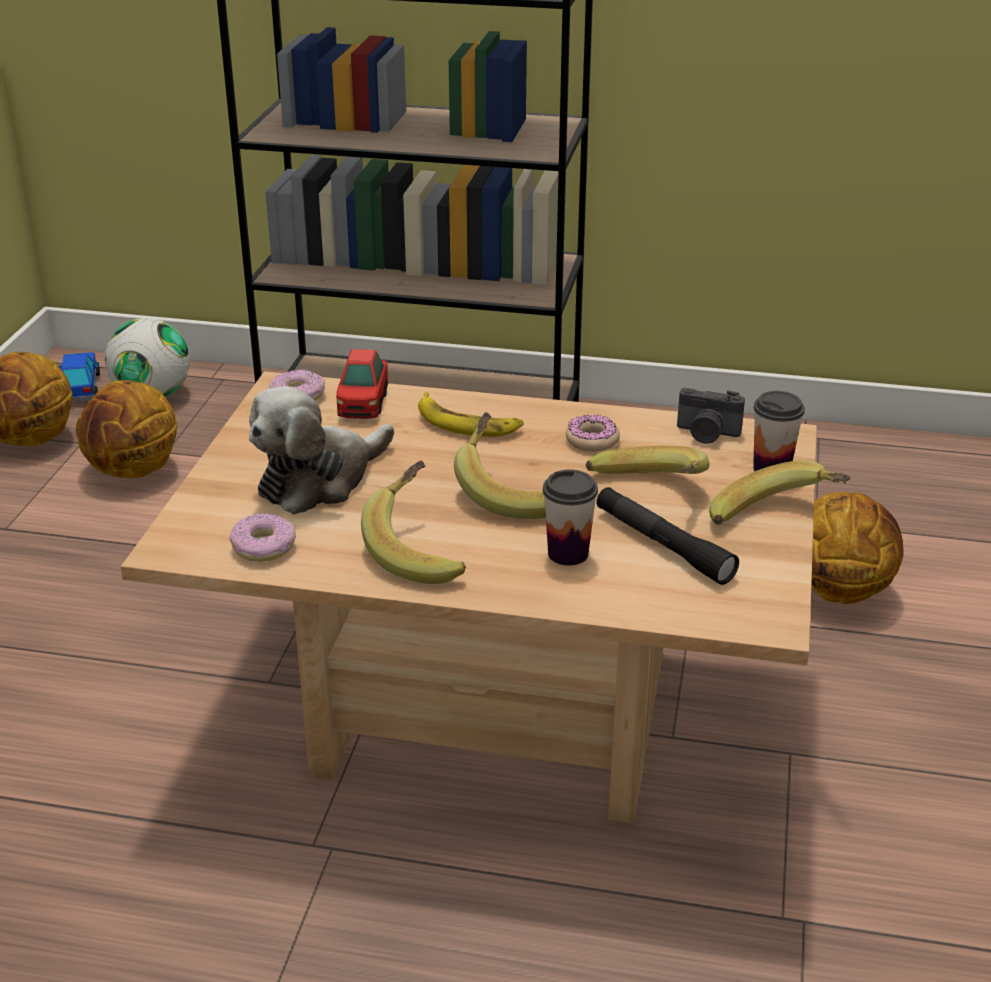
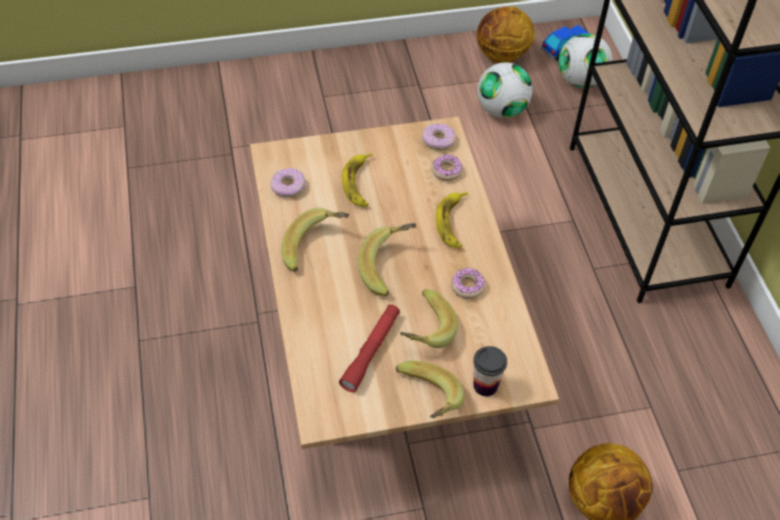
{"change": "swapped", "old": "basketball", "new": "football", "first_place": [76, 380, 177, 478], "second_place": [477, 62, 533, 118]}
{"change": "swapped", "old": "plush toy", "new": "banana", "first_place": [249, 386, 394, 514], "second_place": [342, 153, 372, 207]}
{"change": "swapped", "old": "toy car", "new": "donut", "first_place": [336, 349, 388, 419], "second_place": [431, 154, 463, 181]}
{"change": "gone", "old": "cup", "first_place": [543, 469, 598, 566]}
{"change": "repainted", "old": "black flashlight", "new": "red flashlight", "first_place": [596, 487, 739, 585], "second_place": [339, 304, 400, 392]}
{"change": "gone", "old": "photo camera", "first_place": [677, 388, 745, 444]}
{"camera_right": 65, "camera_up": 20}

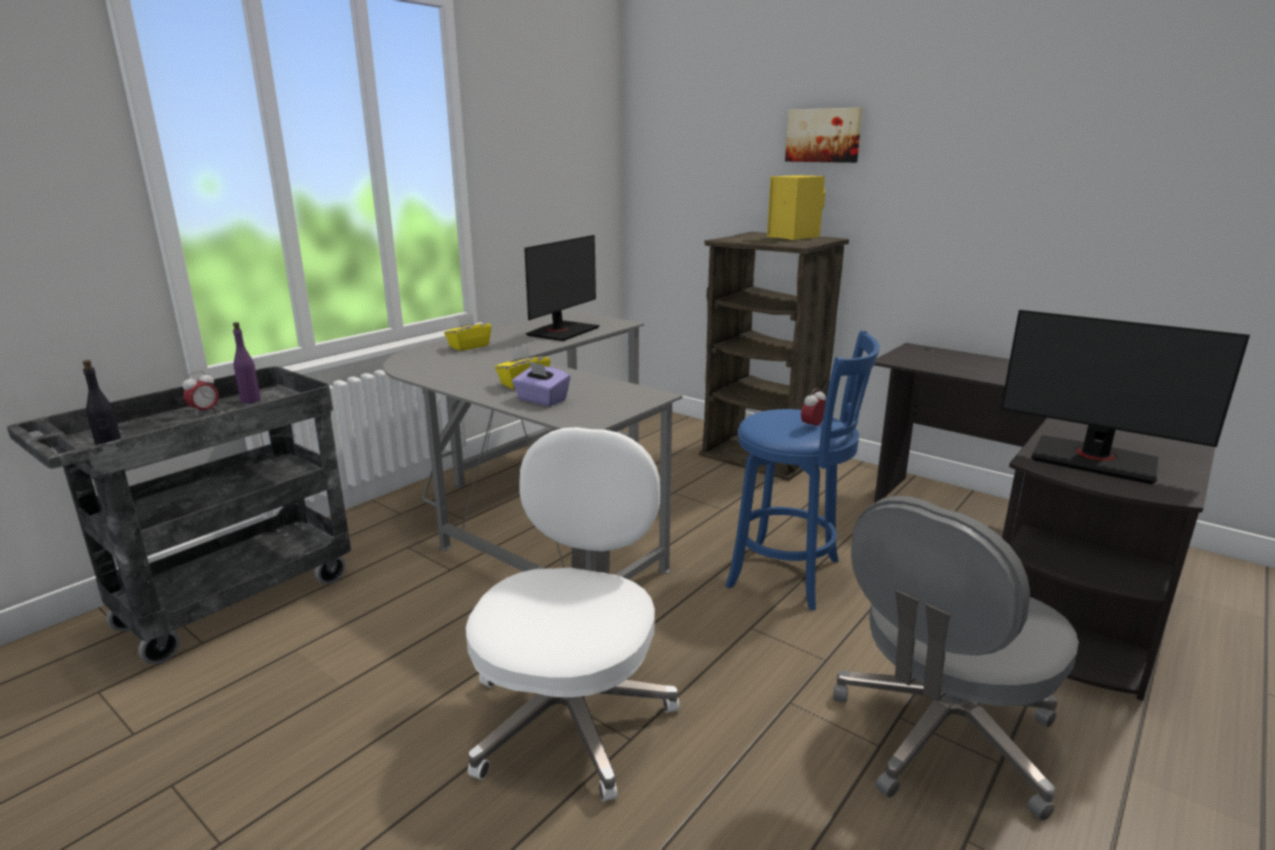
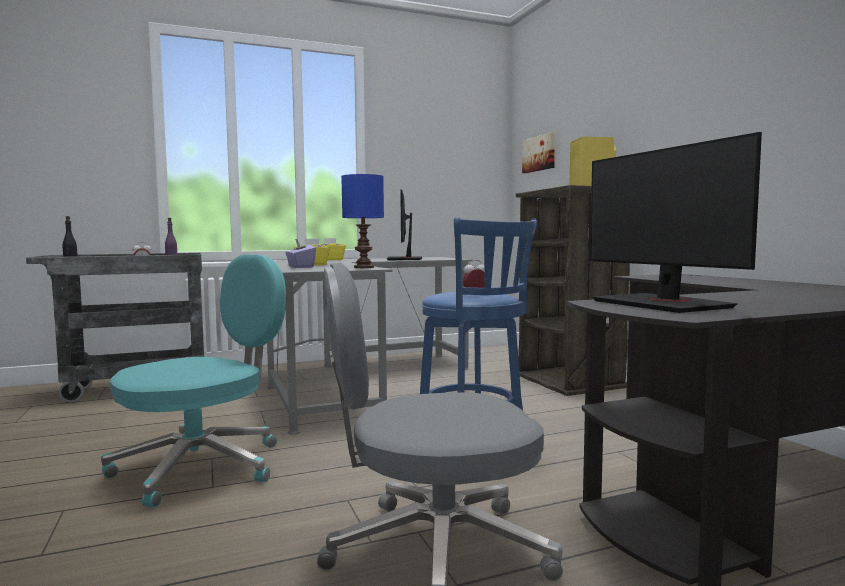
{"change": "repainted", "old": "white office chair", "new": "turquoise office chair", "first_place": [466, 427, 680, 801], "second_place": [101, 254, 286, 507]}
{"change": "rotated", "old": "monitor", "first_place": [524, 235, 600, 341], "second_place": [386, 190, 423, 260], "degrees": 120}
{"change": "shifted", "old": "picture", "first_place": [785, 108, 863, 163], "second_place": [522, 132, 555, 173]}
{"change": "new", "new": "blue table lamp", "second_place": [341, 174, 384, 268]}
{"camera_right": 30, "camera_up": -15}

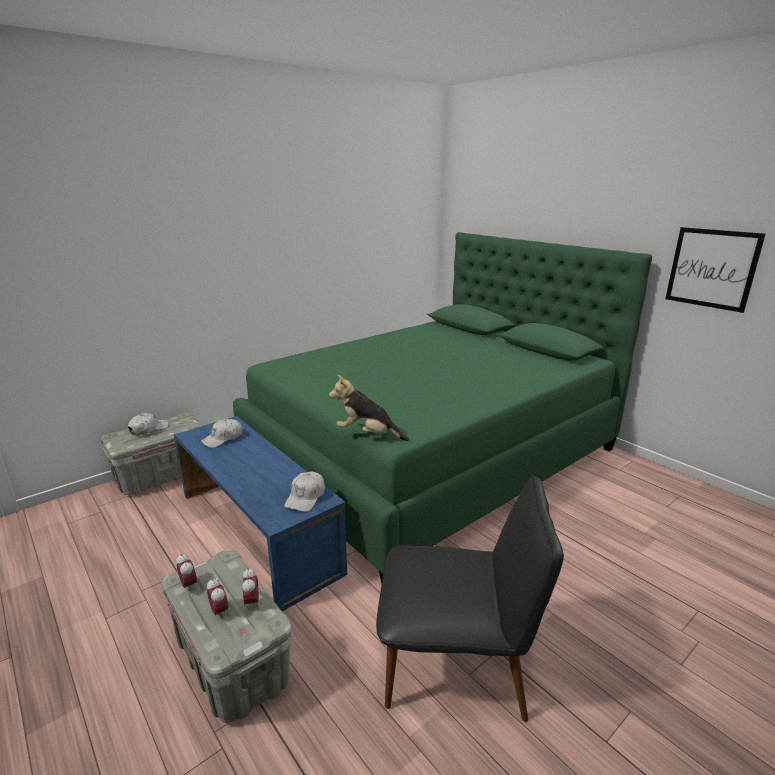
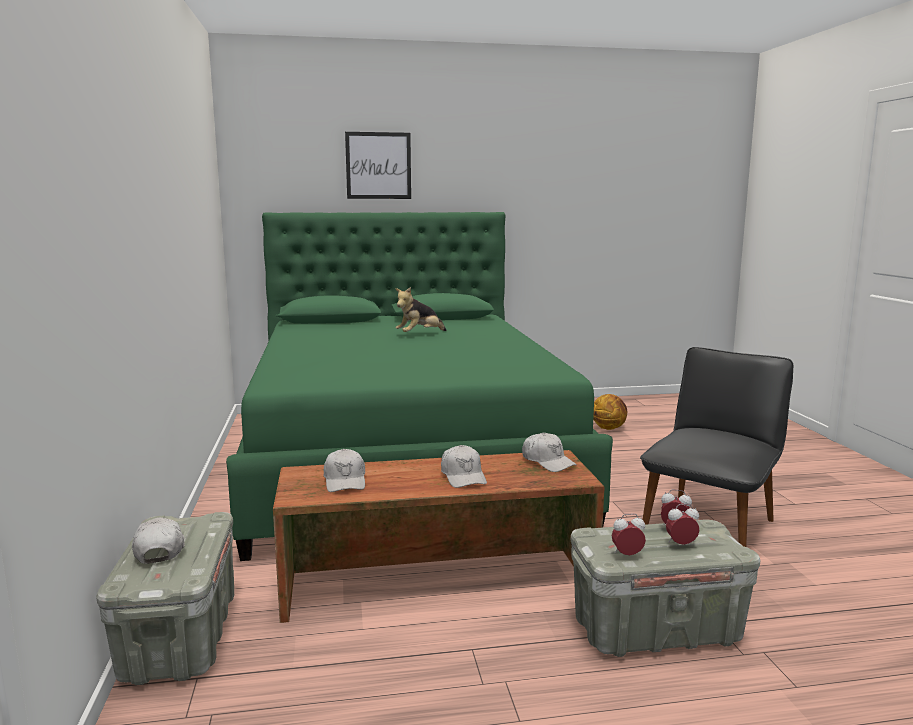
{"change": "repainted", "old": "blue bench", "new": "brown bench", "first_place": [174, 416, 347, 611], "second_place": [273, 450, 605, 623]}
{"change": "shifted", "old": "plush toy", "first_place": [329, 375, 409, 441], "second_place": [395, 287, 446, 332]}
{"change": "shifted", "old": "picture", "first_place": [665, 227, 766, 313], "second_place": [345, 132, 411, 199]}
{"change": "new", "new": "white cap", "second_place": [441, 445, 487, 488]}
{"change": "new", "new": "basketball", "second_place": [593, 394, 627, 430]}
{"camera_right": -60, "camera_up": -10}

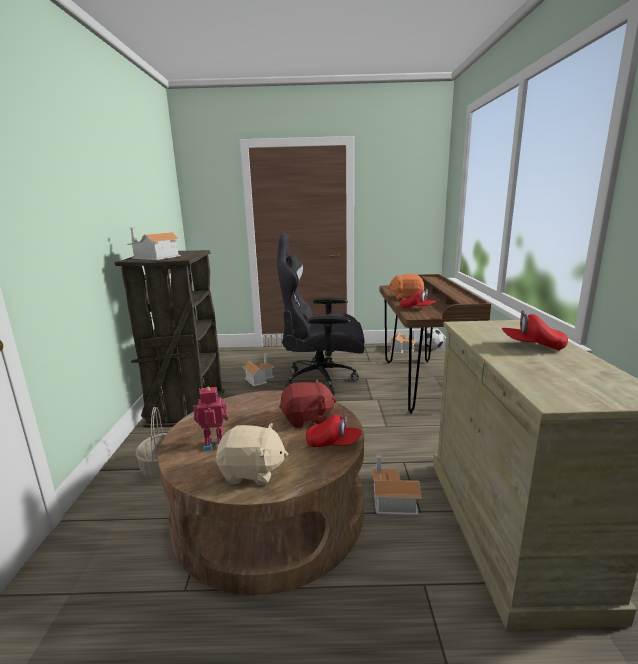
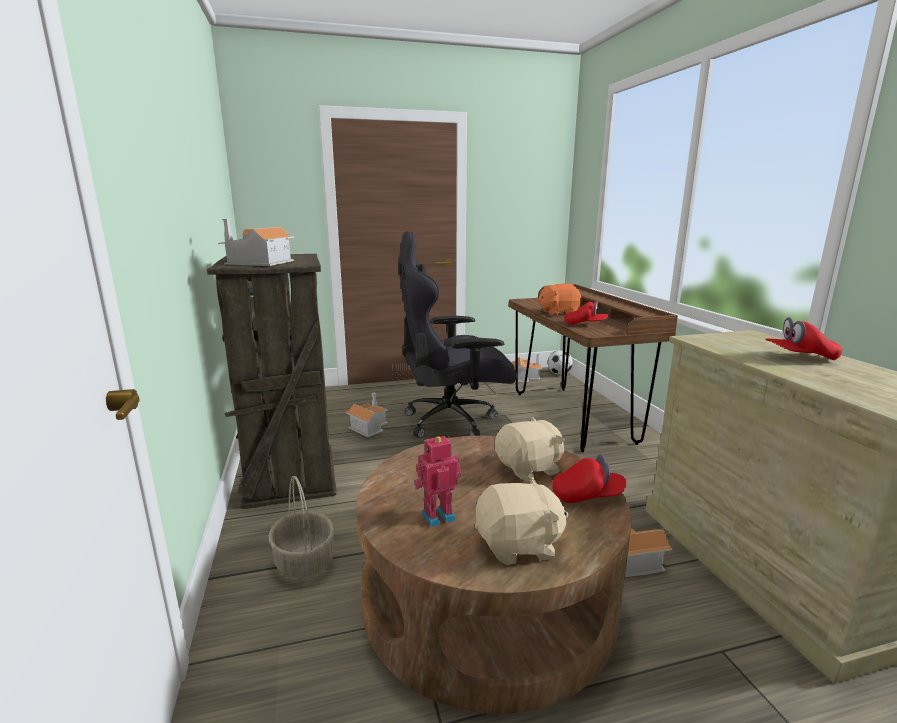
{"change": "repainted", "old": "red plush toy", "new": "beige plush toy", "first_place": [279, 379, 337, 428], "second_place": [495, 417, 565, 482]}
{"camera_right": -15, "camera_up": 0}

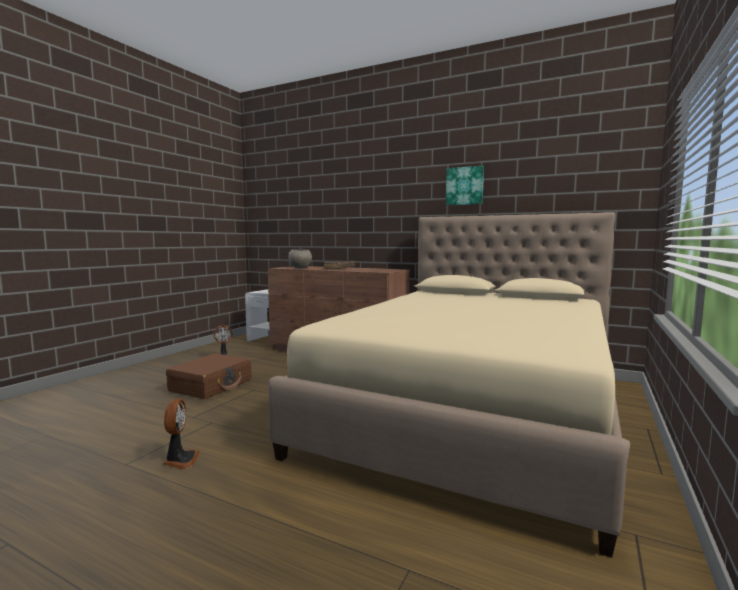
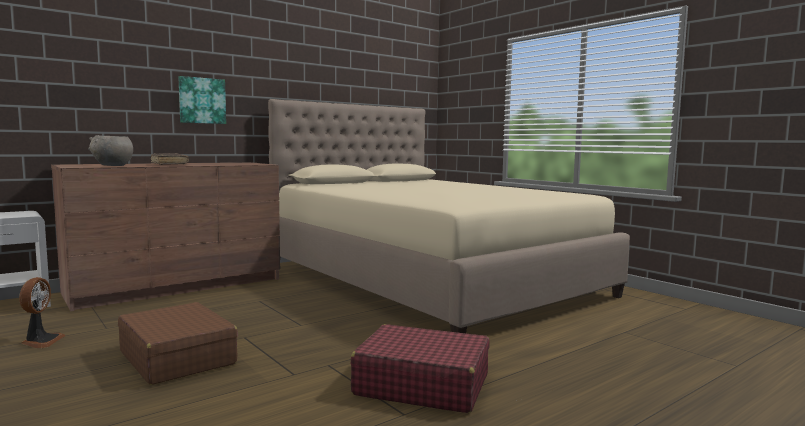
{"change": "swapped", "old": "fan", "new": "red suitcase", "first_place": [163, 399, 200, 469], "second_place": [351, 324, 490, 413]}
{"change": "shifted", "old": "picture", "first_place": [446, 165, 484, 205], "second_place": [178, 76, 226, 124]}
{"camera_right": -65, "camera_up": 0}

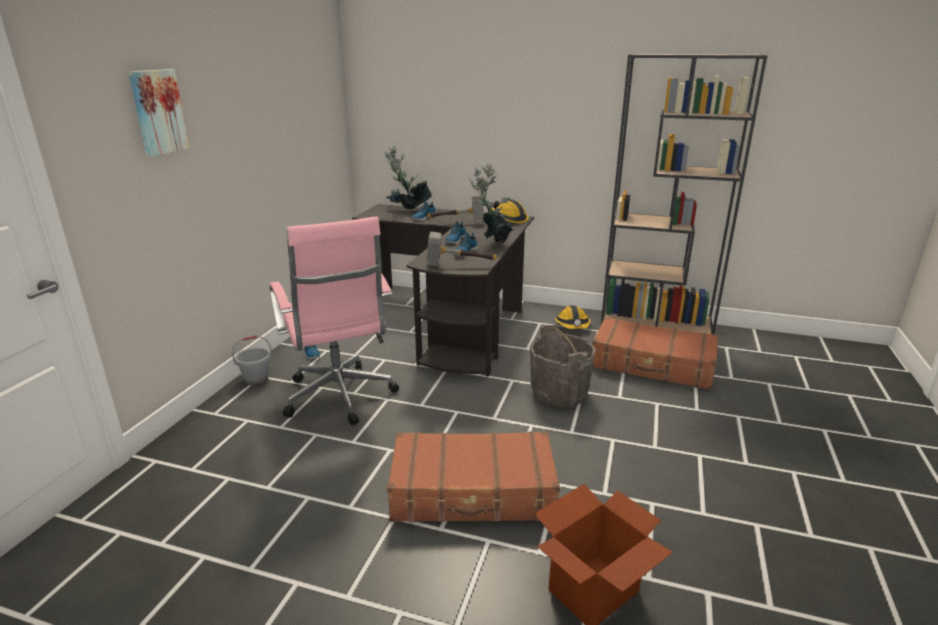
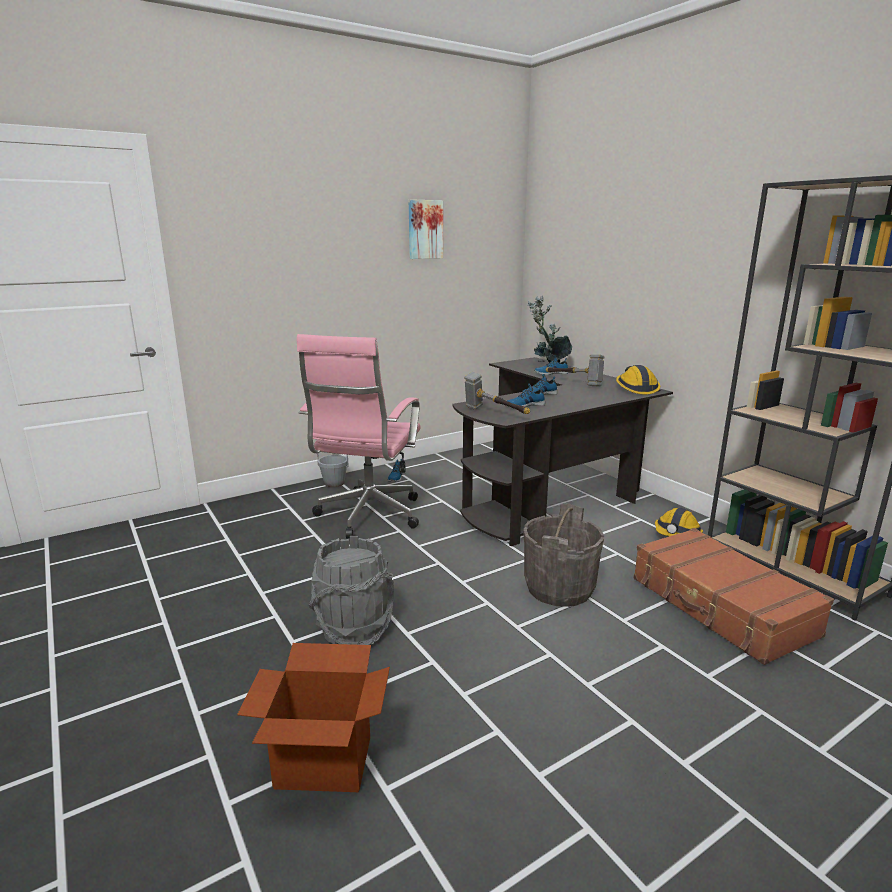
{"change": "shifted", "old": "picture", "first_place": [128, 69, 190, 156], "second_place": [409, 199, 443, 259]}
{"change": "swapped", "old": "brown suitcase", "new": "grey bucket", "first_place": [387, 431, 560, 522], "second_place": [309, 536, 394, 645]}
{"change": "gone", "old": "potted plant", "first_place": [469, 164, 514, 243]}
{"camera_right": 40, "camera_up": -5}

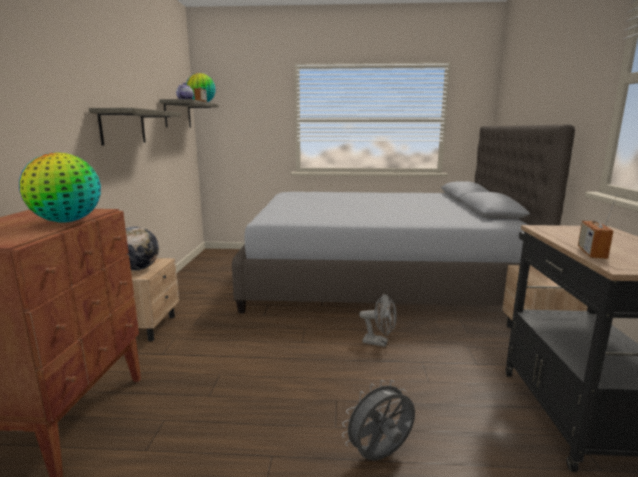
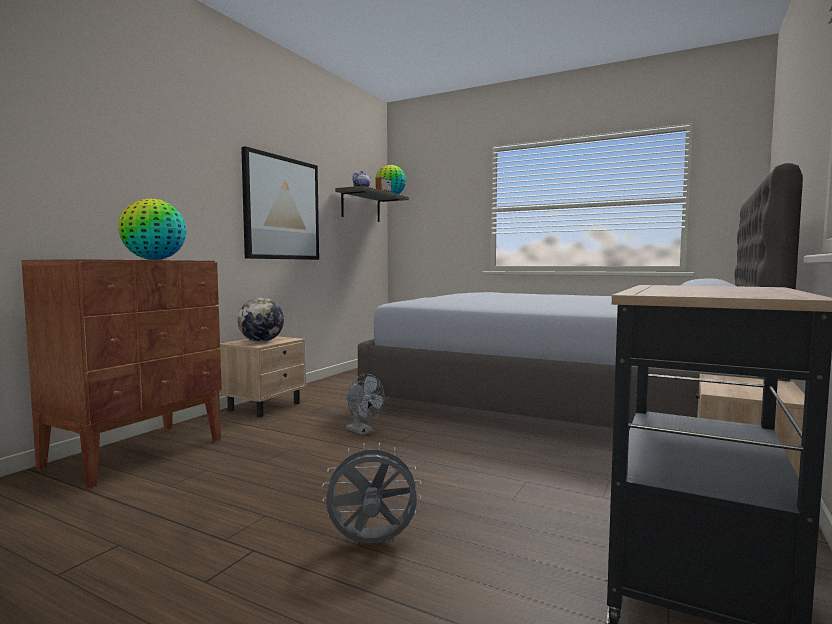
{"change": "swapped", "old": "shelf", "new": "picture", "first_place": [89, 108, 182, 146], "second_place": [241, 146, 319, 260]}
{"change": "shifted", "old": "grey fan", "first_place": [359, 294, 397, 347], "second_place": [346, 374, 385, 435]}
{"change": "gone", "old": "radio", "first_place": [578, 195, 617, 259]}
{"camera_right": 25, "camera_up": -10}

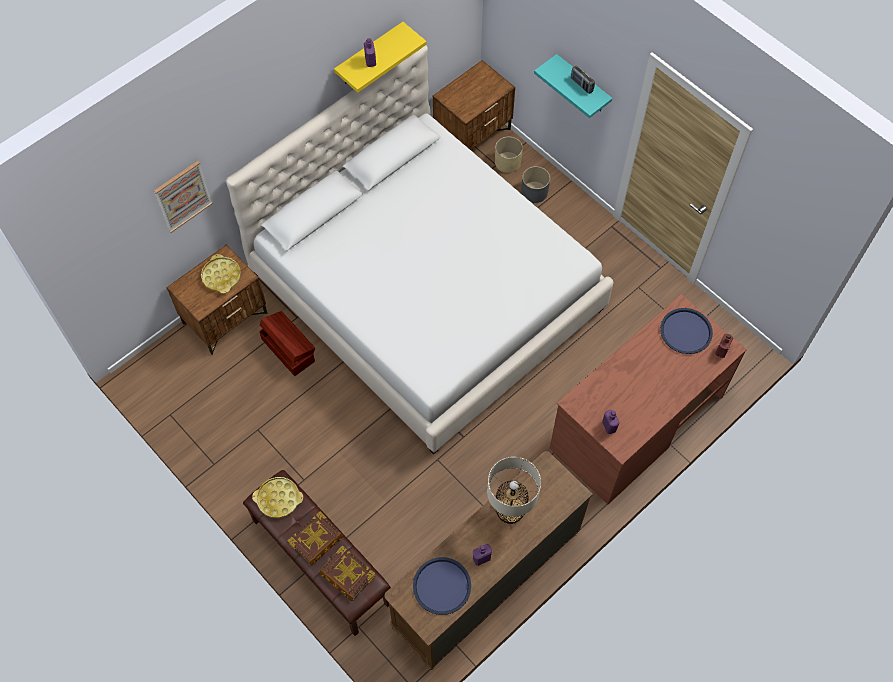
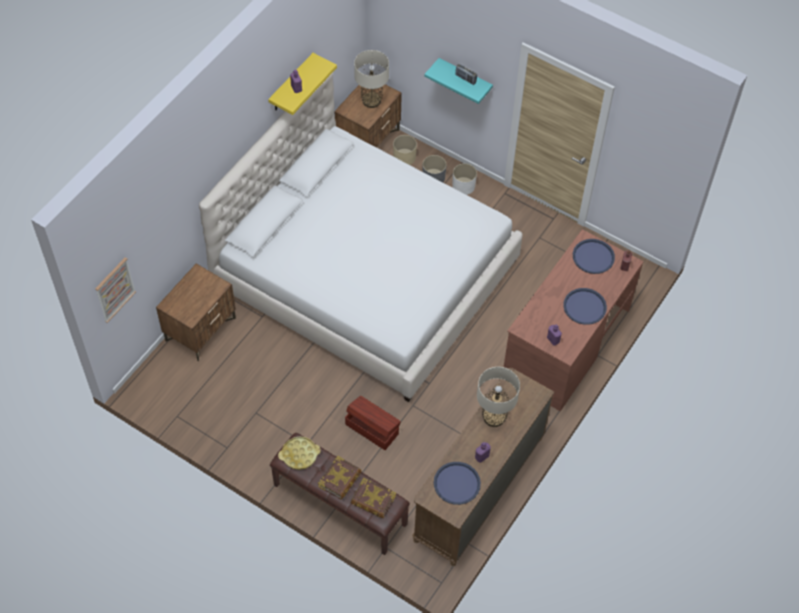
{"change": "shifted", "old": "picture", "first_place": [154, 161, 213, 233], "second_place": [95, 258, 136, 323]}
{"change": "gone", "old": "yellow tray", "first_place": [201, 254, 241, 294]}
{"change": "shifted", "old": "brown storage box", "first_place": [259, 311, 315, 376], "second_place": [345, 396, 401, 450]}
{"change": "new", "new": "table lamp", "second_place": [354, 50, 389, 108]}
{"change": "new", "new": "white planter", "second_place": [452, 163, 477, 195]}
{"change": "new", "new": "blue tray", "second_place": [563, 288, 607, 325]}
{"camera_right": -15, "camera_up": -5}

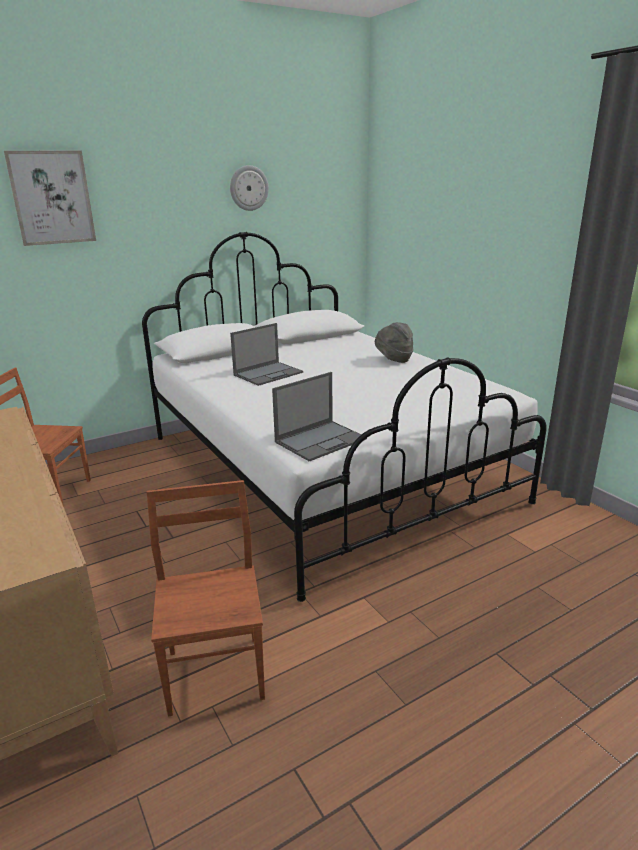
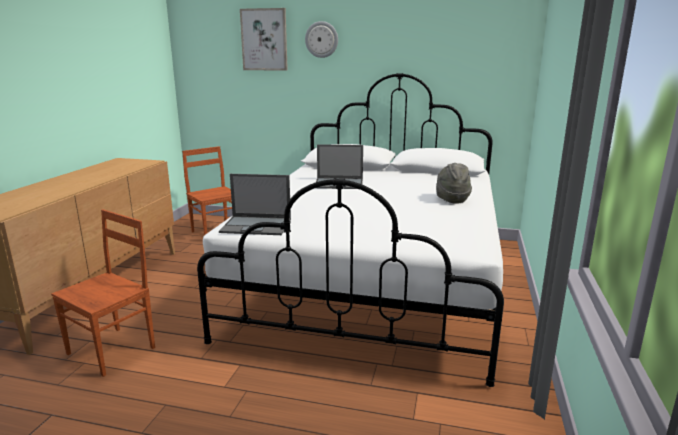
{"change": "shifted", "old": "wall clock", "first_place": [230, 165, 269, 211], "second_place": [305, 21, 338, 58]}
{"camera_right": 45, "camera_up": -5}

